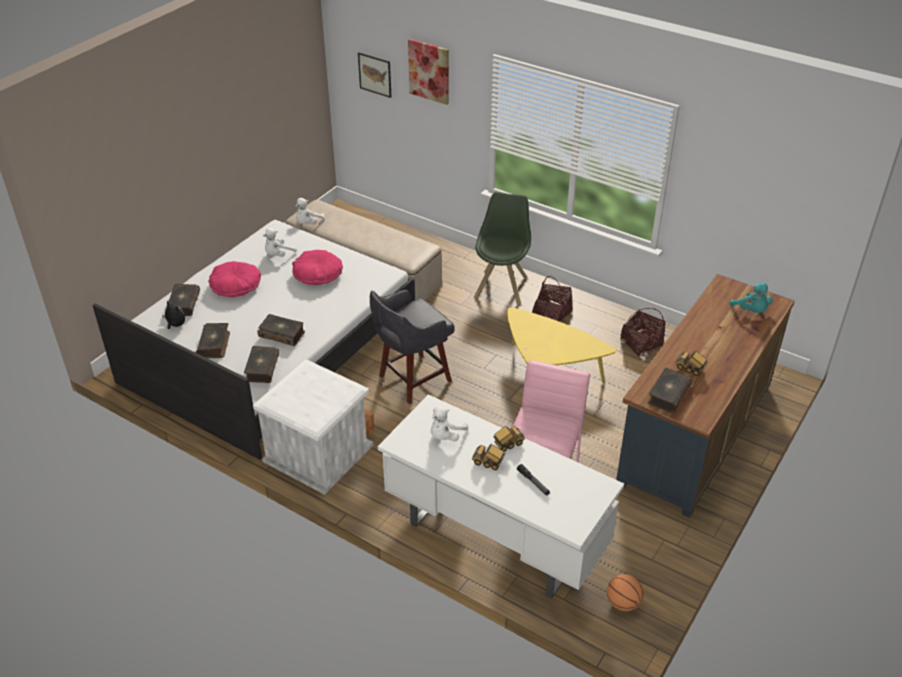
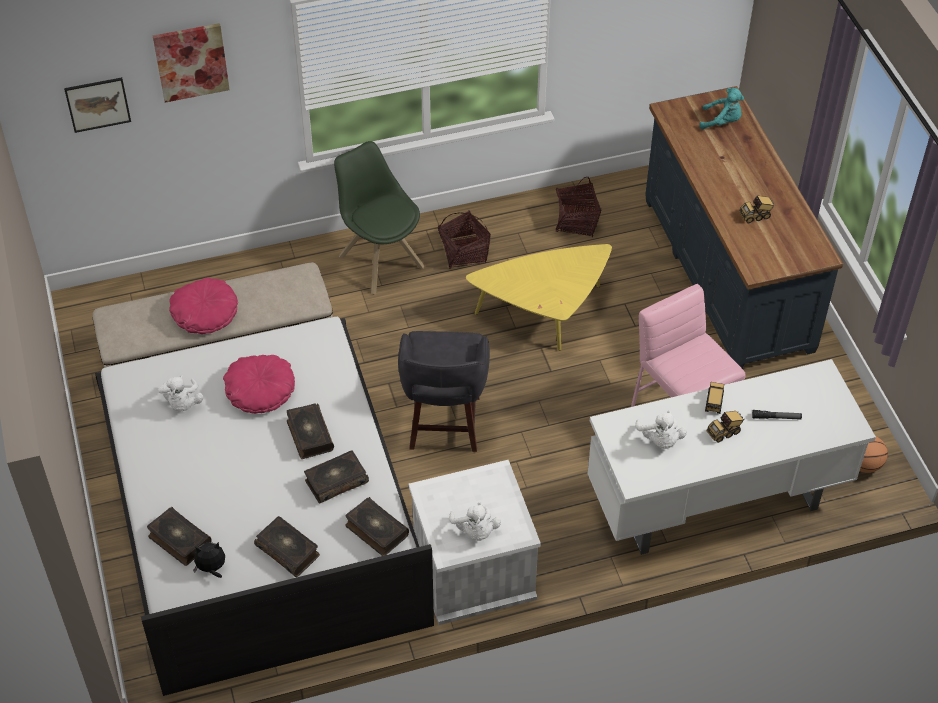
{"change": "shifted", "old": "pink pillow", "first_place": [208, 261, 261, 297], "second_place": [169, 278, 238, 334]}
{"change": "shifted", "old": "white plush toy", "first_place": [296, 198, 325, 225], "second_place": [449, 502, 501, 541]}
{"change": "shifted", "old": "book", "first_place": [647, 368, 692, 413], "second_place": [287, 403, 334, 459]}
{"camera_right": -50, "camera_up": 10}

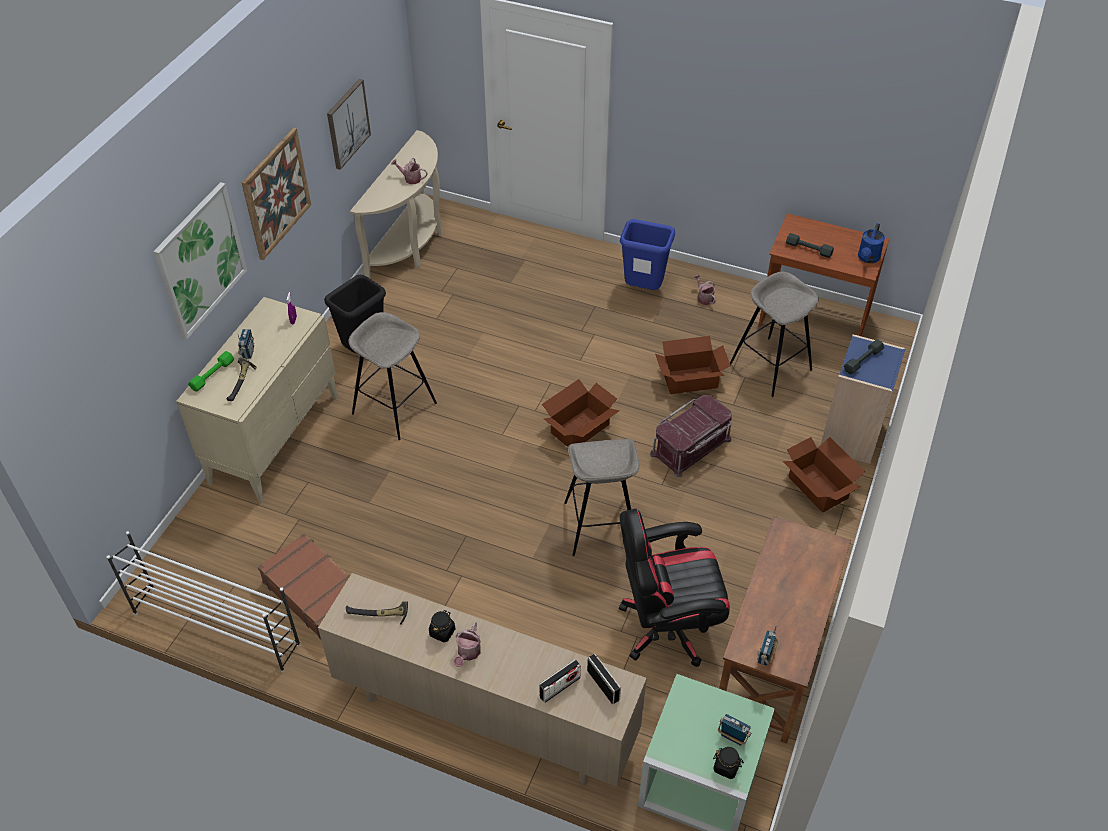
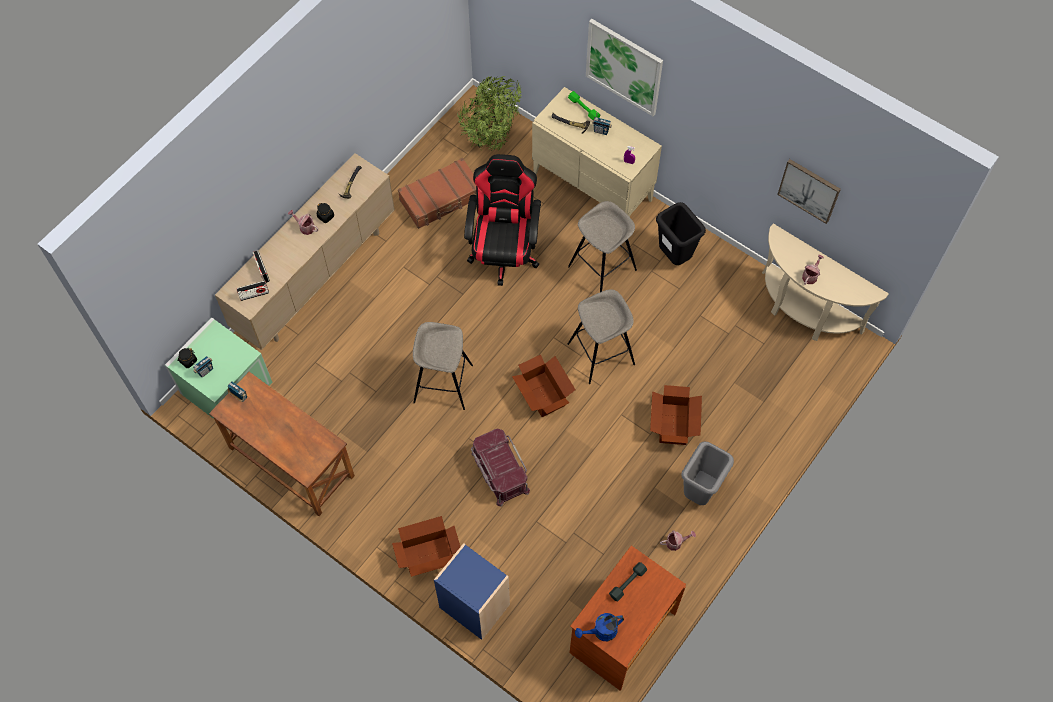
{"change": "gone", "old": "white shoe rack", "first_place": [107, 531, 301, 672]}
{"change": "gone", "old": "picture", "first_place": [242, 128, 311, 260]}
{"change": "shifted", "old": "black office chair", "first_place": [619, 509, 730, 667], "second_place": [464, 154, 541, 286]}
{"change": "repainted", "old": "blue trash can", "new": "grey trash can", "first_place": [620, 219, 675, 290], "second_place": [681, 441, 734, 505]}
{"change": "shifted", "old": "cardboard box", "first_place": [655, 336, 731, 394], "second_place": [650, 385, 702, 445]}
{"change": "shifted", "old": "grey stool", "first_place": [730, 272, 819, 397], "second_place": [568, 289, 635, 384]}
{"change": "gone", "old": "grey dumbbell", "first_place": [844, 339, 884, 374]}
{"change": "rotated", "old": "blue watering can", "first_place": [858, 223, 885, 263], "second_place": [575, 613, 624, 641], "degrees": -60}
{"change": "new", "new": "potted plant", "second_place": [457, 76, 523, 152]}
{"camera_right": 105, "camera_up": 15}

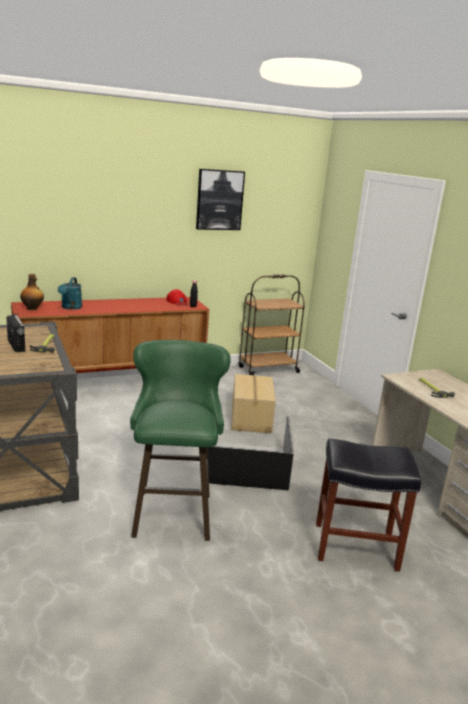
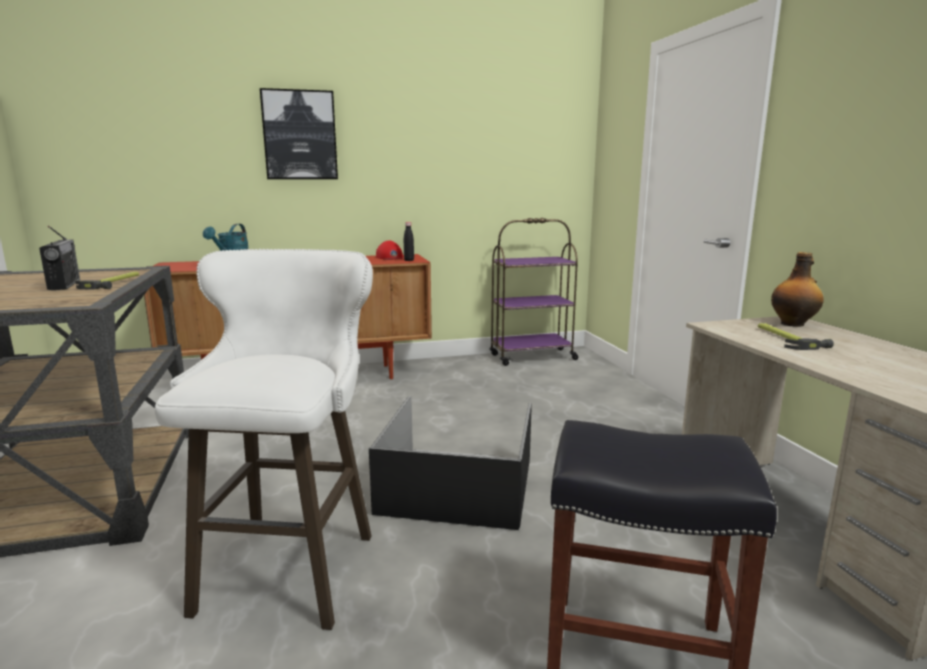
{"change": "shifted", "old": "bottle", "first_place": [20, 274, 44, 310], "second_place": [771, 252, 824, 327]}
{"change": "repainted", "old": "green stool", "new": "white stool", "first_place": [130, 340, 231, 541], "second_place": [155, 249, 373, 630]}
{"change": "shifted", "old": "picture", "first_place": [196, 169, 245, 230], "second_place": [260, 88, 338, 179]}
{"change": "gone", "old": "cardboard box", "first_place": [231, 374, 276, 433]}
{"change": "repainted", "old": "brown cart", "new": "purple cart", "first_place": [238, 274, 305, 375], "second_place": [489, 218, 578, 366]}
{"camera_right": 10, "camera_up": -5}

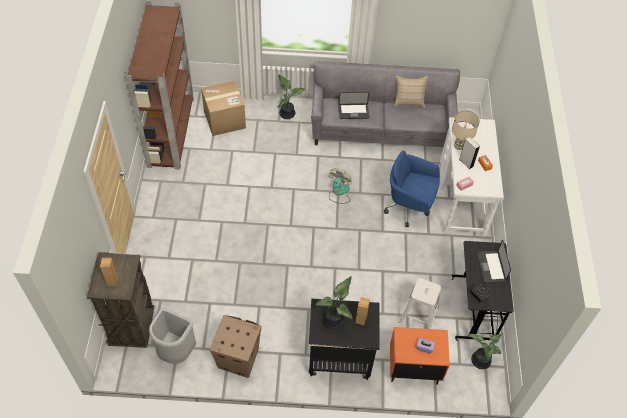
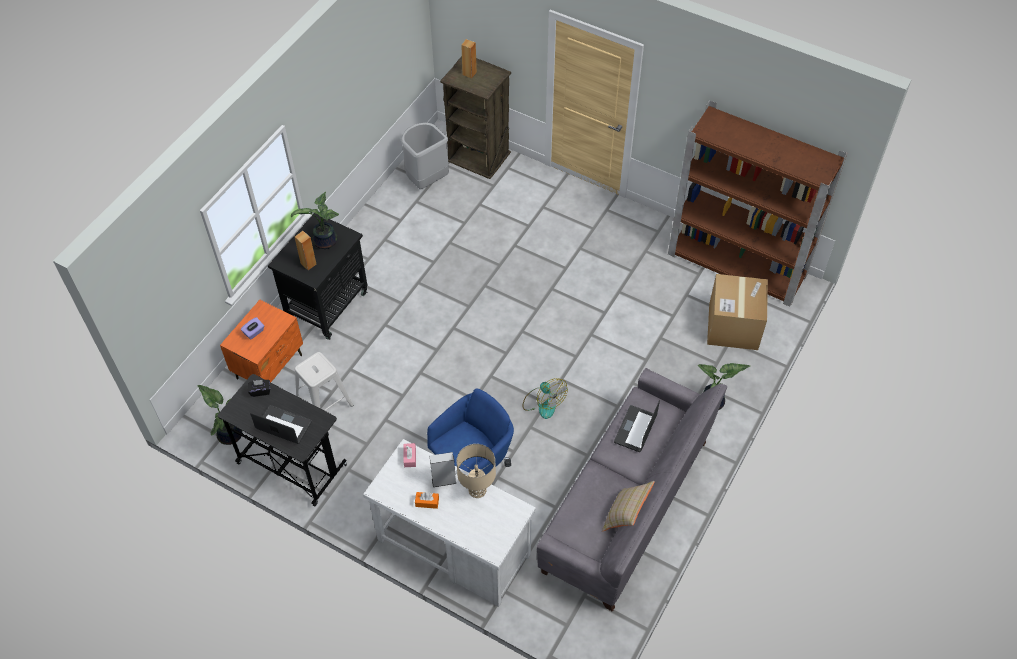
{"change": "gone", "old": "cardboard box", "first_place": [210, 315, 262, 378]}
{"camera_right": 120, "camera_up": 0}

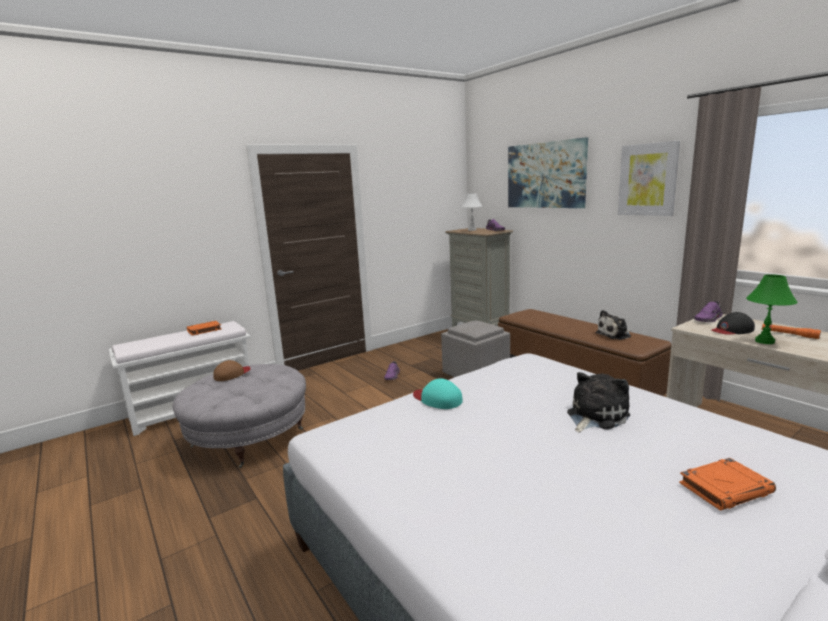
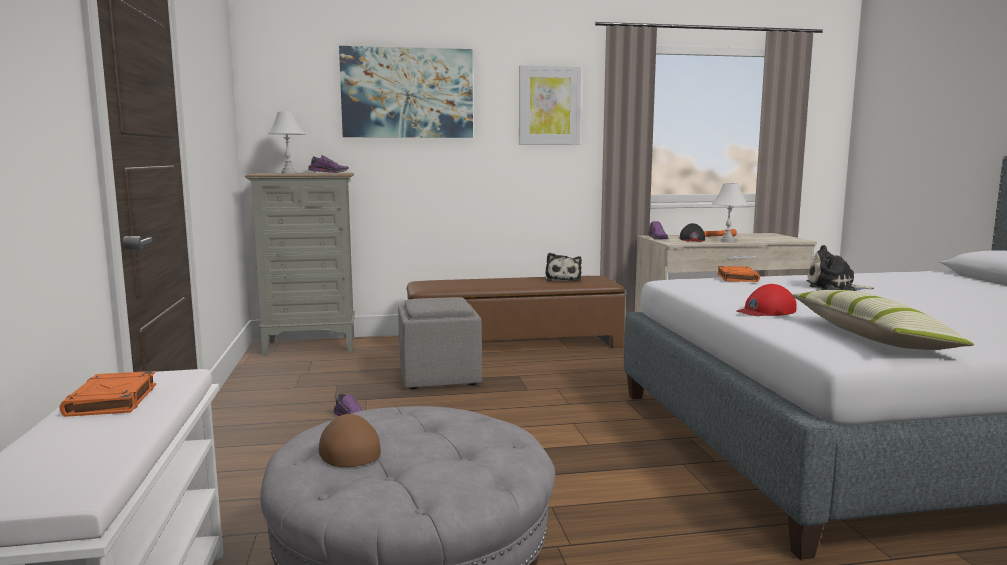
{"change": "repainted", "old": "turquoise cap", "new": "red cap", "first_place": [413, 378, 463, 409], "second_place": [736, 284, 797, 316]}
{"change": "rotated", "old": "plush toy", "first_place": [567, 372, 630, 432], "second_place": [807, 245, 874, 291], "degrees": -60}
{"change": "shifted", "old": "orange book", "first_place": [679, 458, 776, 511], "second_place": [717, 266, 760, 282]}
{"change": "repainted", "old": "green table lamp", "new": "white table lamp", "first_place": [746, 274, 798, 344], "second_place": [712, 183, 748, 242]}
{"change": "new", "new": "pillow", "second_place": [792, 290, 974, 350]}
{"camera_right": -65, "camera_up": -5}

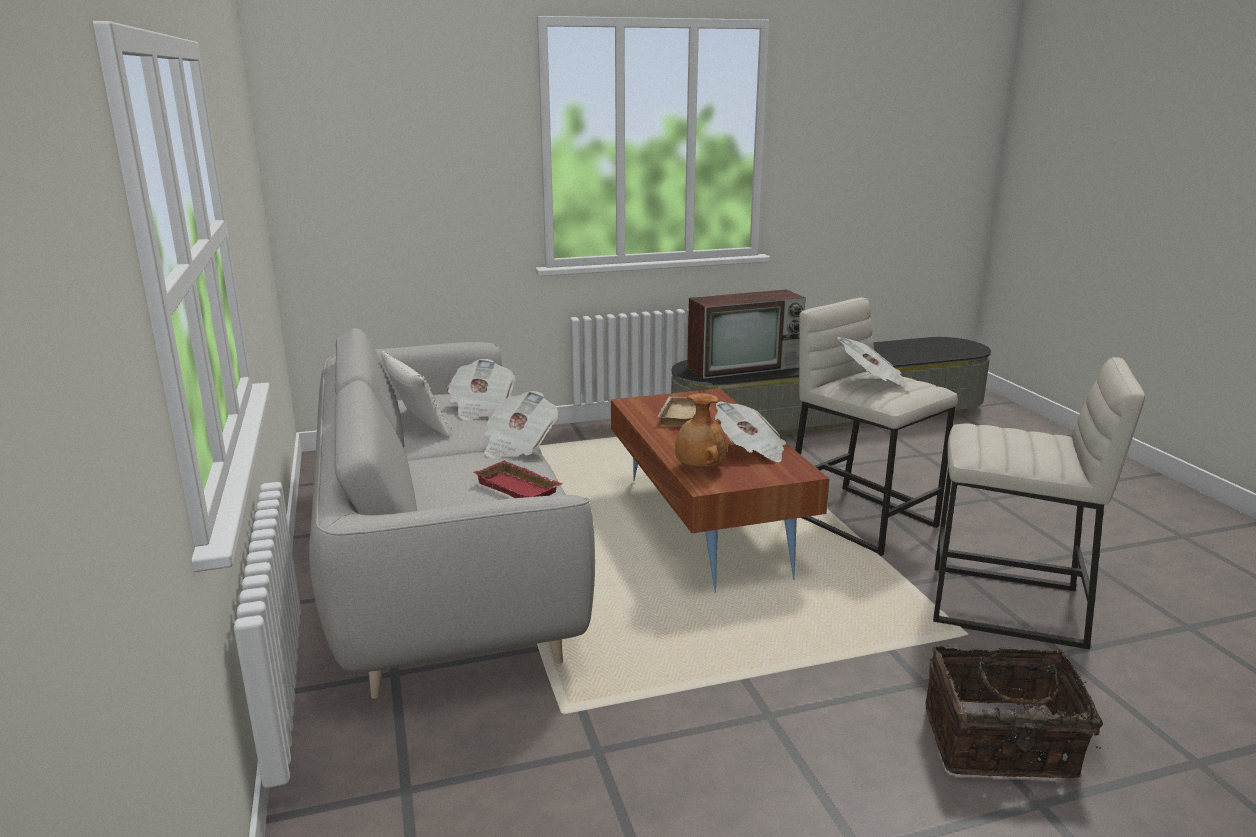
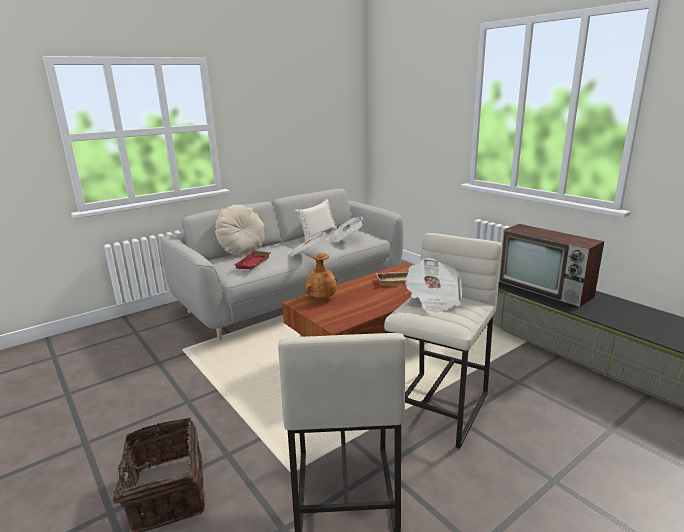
{"change": "gone", "old": "newspaper", "first_place": [715, 401, 786, 462]}
{"change": "new", "new": "beige pillow", "second_place": [215, 205, 265, 256]}
{"camera_right": 70, "camera_up": 0}

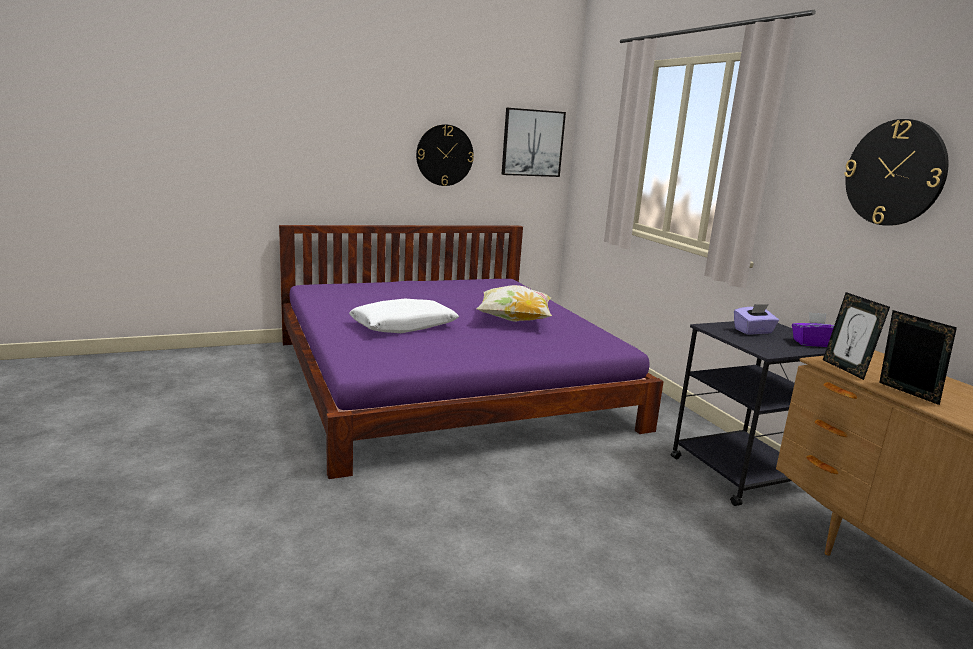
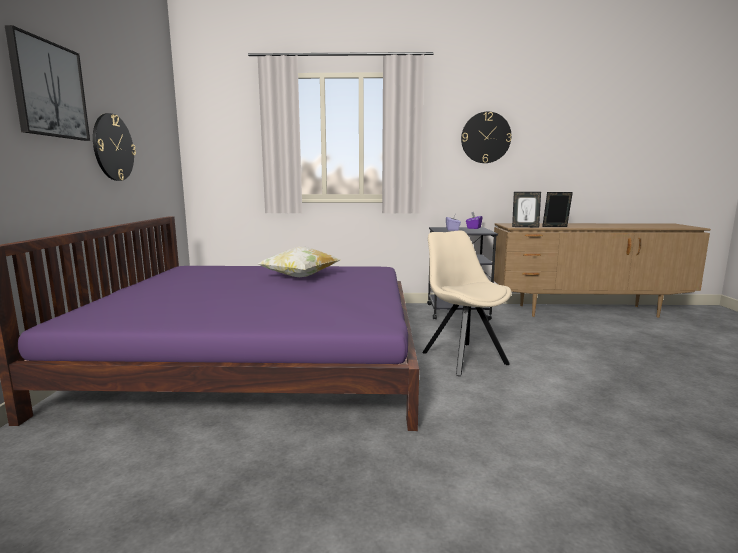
{"change": "gone", "old": "white pillow", "first_place": [349, 299, 459, 333]}
{"change": "shifted", "old": "picture", "first_place": [501, 108, 566, 177], "second_place": [5, 25, 90, 141]}
{"change": "new", "new": "beige chair", "second_place": [422, 230, 512, 376]}
{"camera_right": -65, "camera_up": -5}

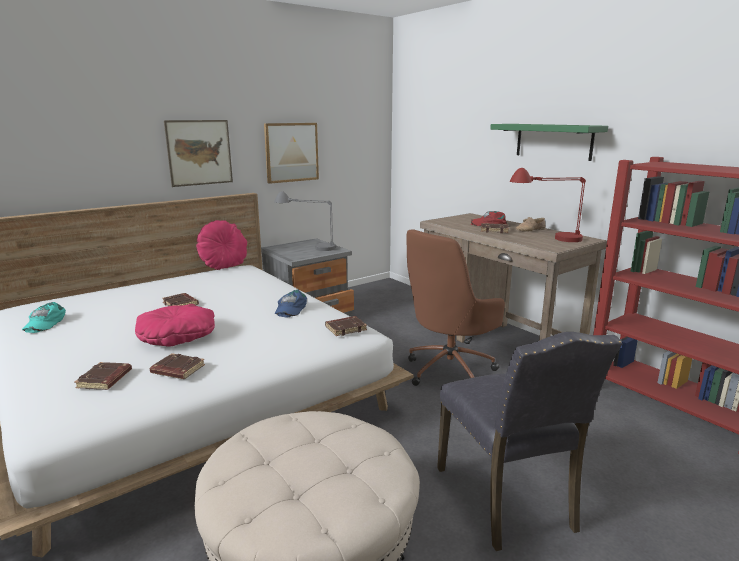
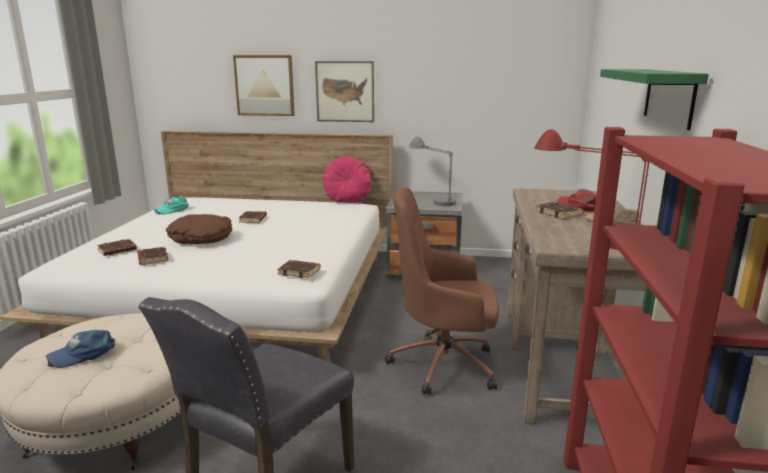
{"change": "repainted", "old": "pink pillow", "new": "brown pillow", "first_place": [135, 304, 215, 347], "second_place": [166, 214, 232, 244]}
{"change": "shifted", "old": "picture", "first_place": [264, 123, 319, 184], "second_place": [233, 55, 295, 116]}
{"change": "shifted", "old": "blue cap", "first_place": [274, 290, 307, 317], "second_place": [46, 330, 115, 368]}
{"camera_right": 45, "camera_up": 0}

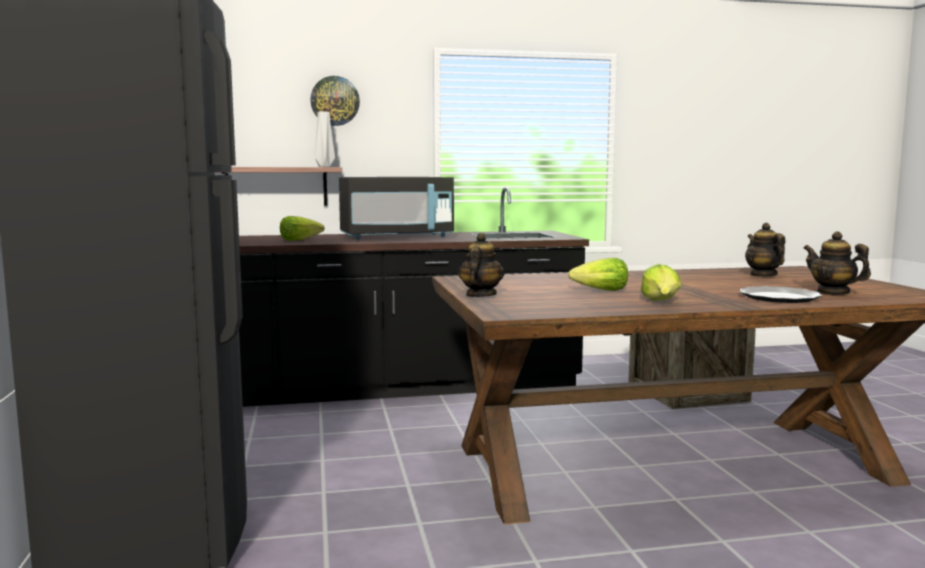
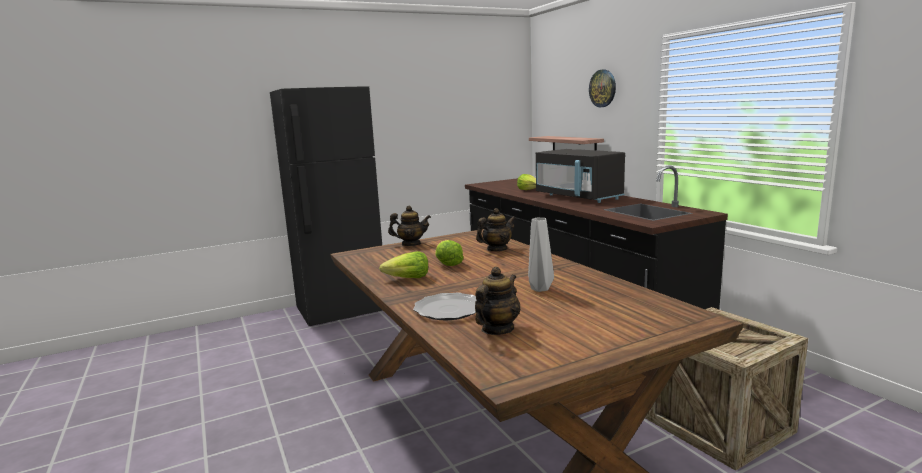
{"change": "shifted", "old": "grey vase", "first_place": [315, 111, 335, 167], "second_place": [528, 218, 554, 292]}
{"change": "shifted", "old": "teapot", "first_place": [745, 223, 785, 277], "second_place": [476, 208, 516, 251]}
{"camera_right": 75, "camera_up": 5}

